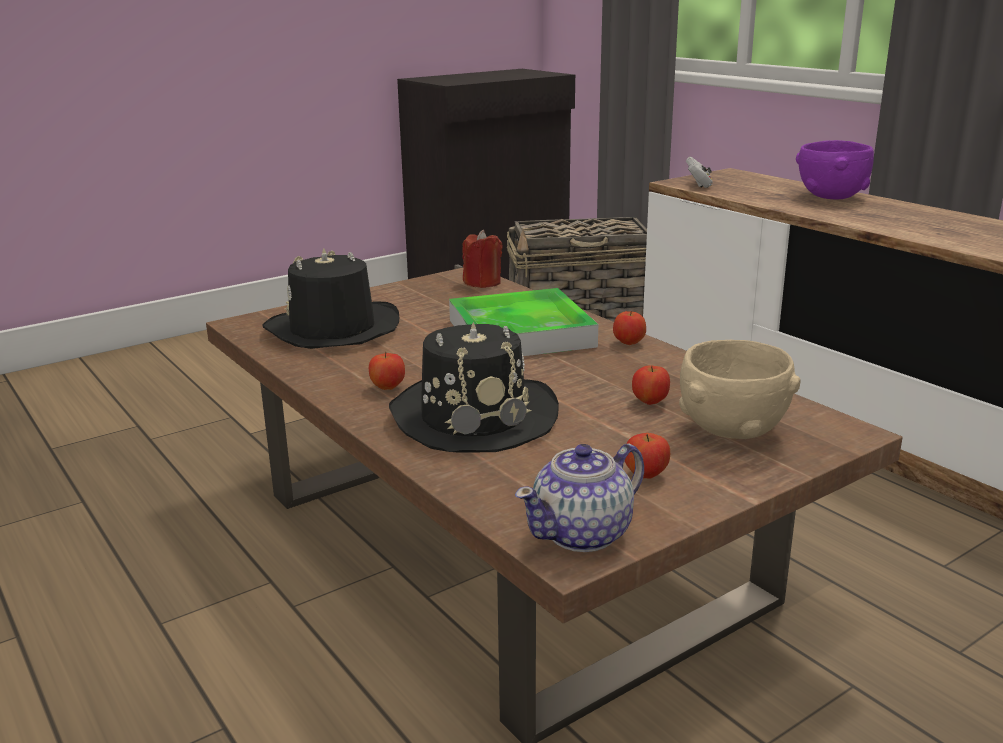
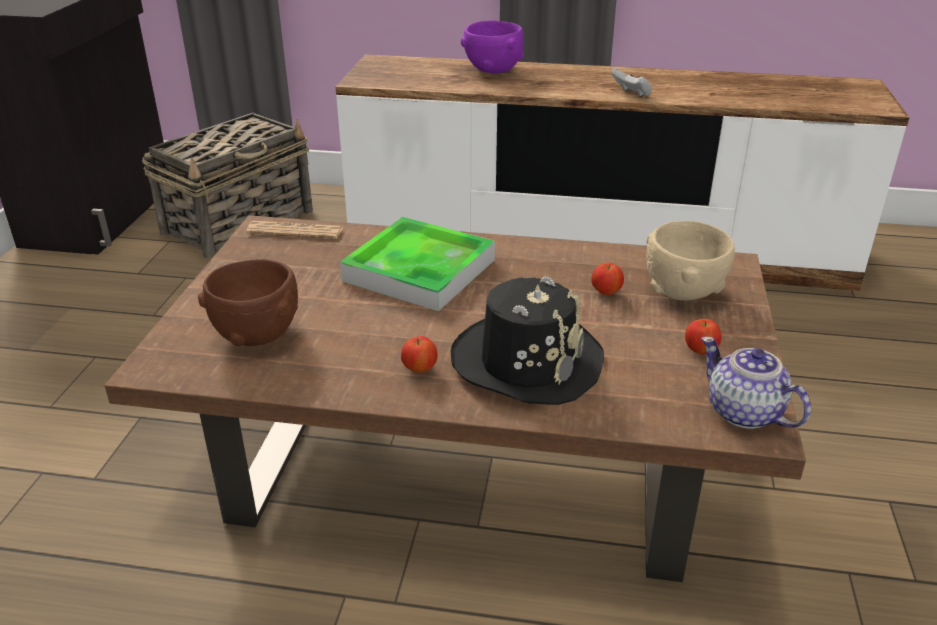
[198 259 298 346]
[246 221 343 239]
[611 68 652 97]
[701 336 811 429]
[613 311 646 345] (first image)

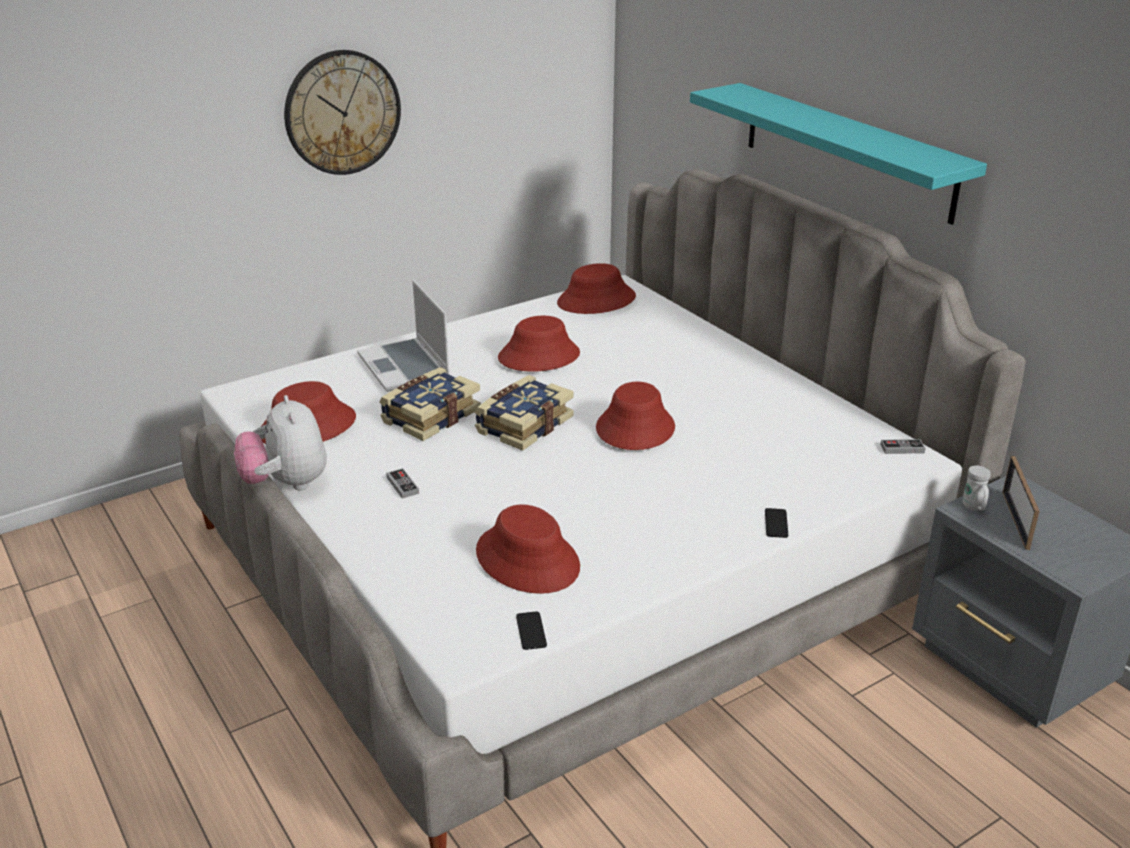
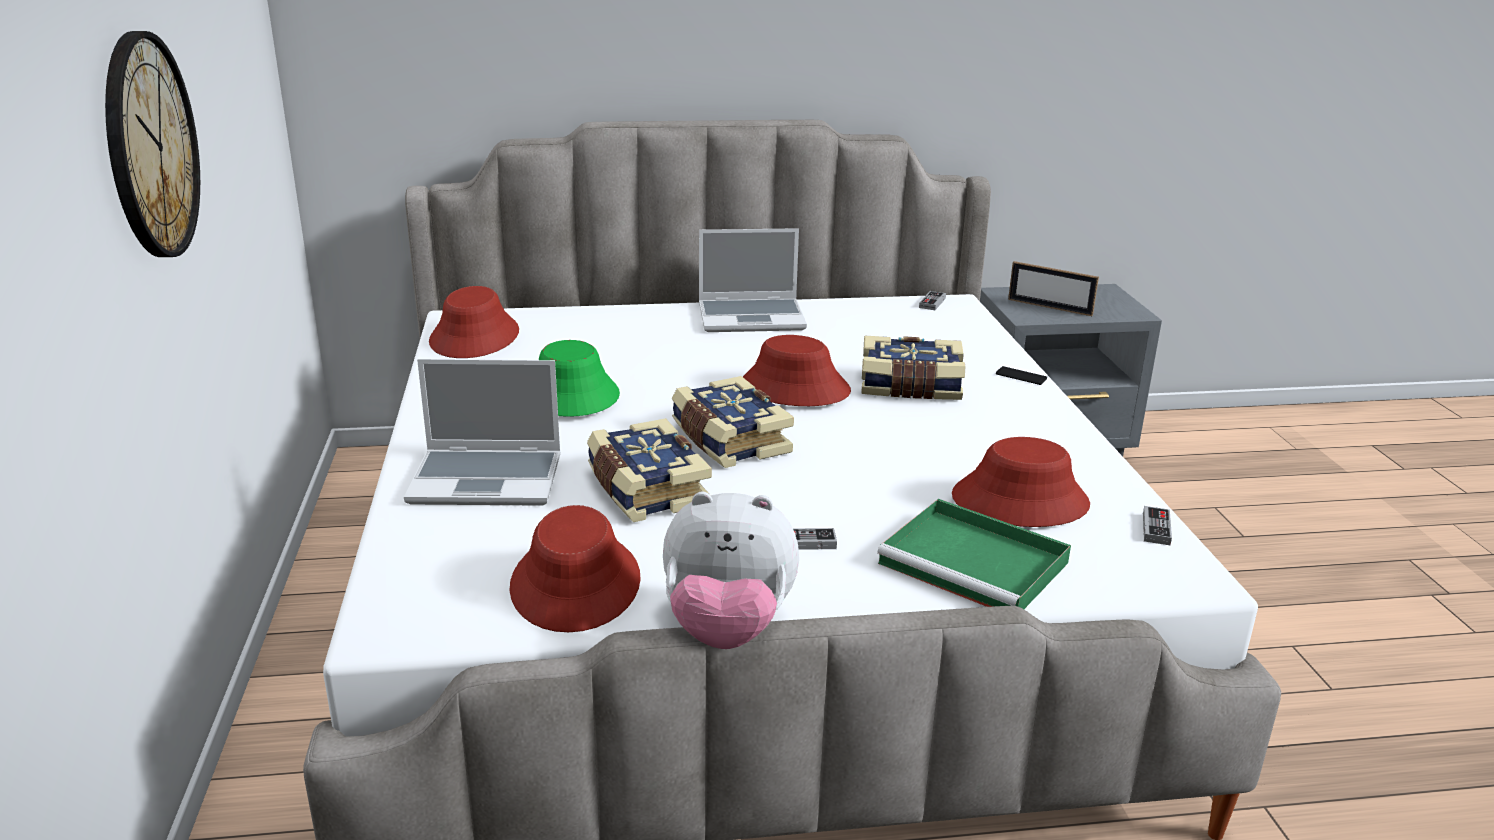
[539 340 620 417]
[699 228 807 332]
[861 336 965 400]
[877 499 1071 609]
[1143 506 1172 545]
[690 83 987 225] (first image)
[963 466 991 511] (first image)

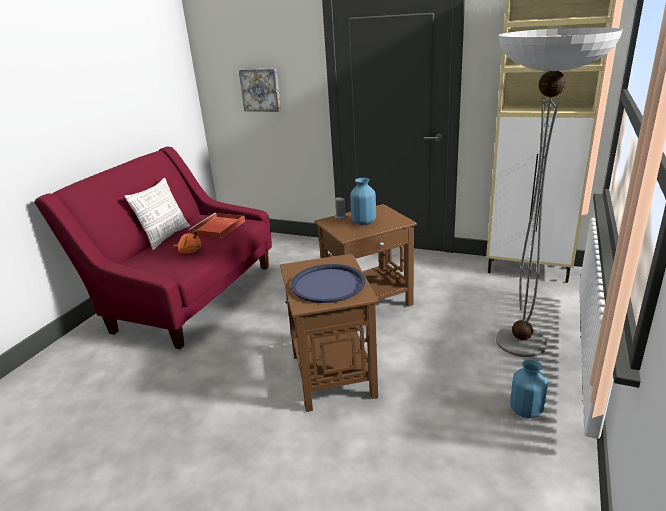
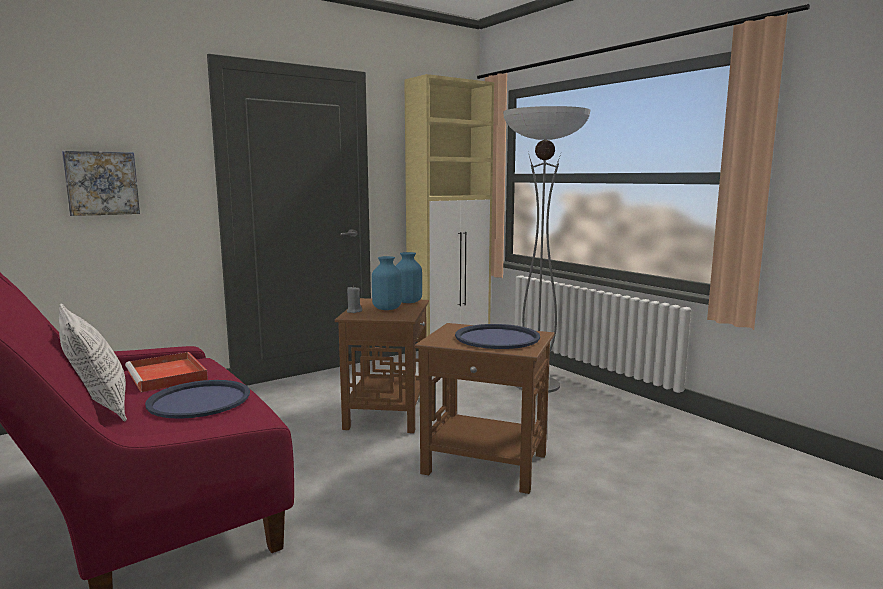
[145 380 250 419]
[396 252 422 303]

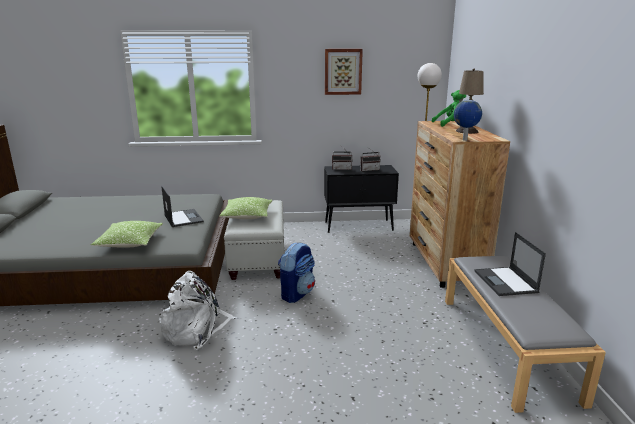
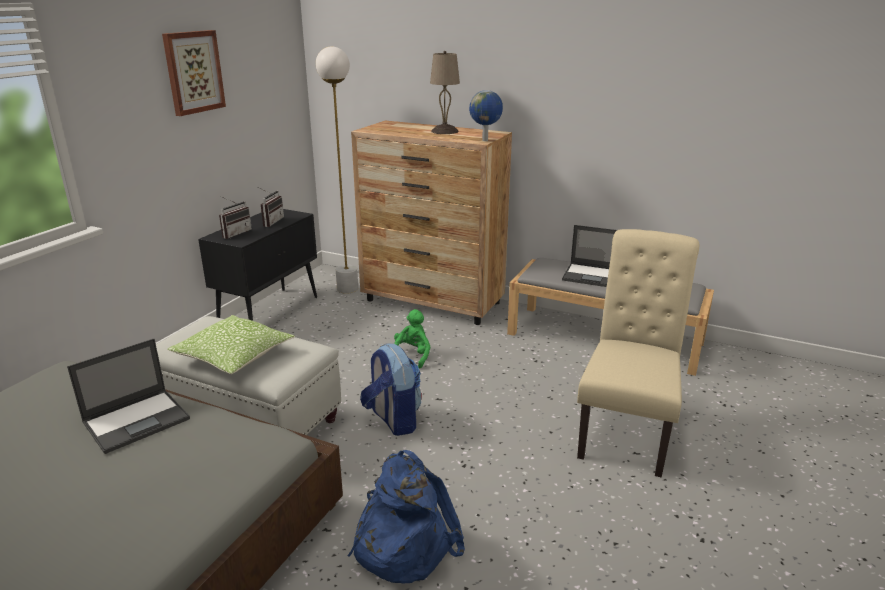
[67 339 190 454]
[347 450 465 583]
[394 309 430 369]
[577 229 699 478]
[91 221 163 248] (first image)

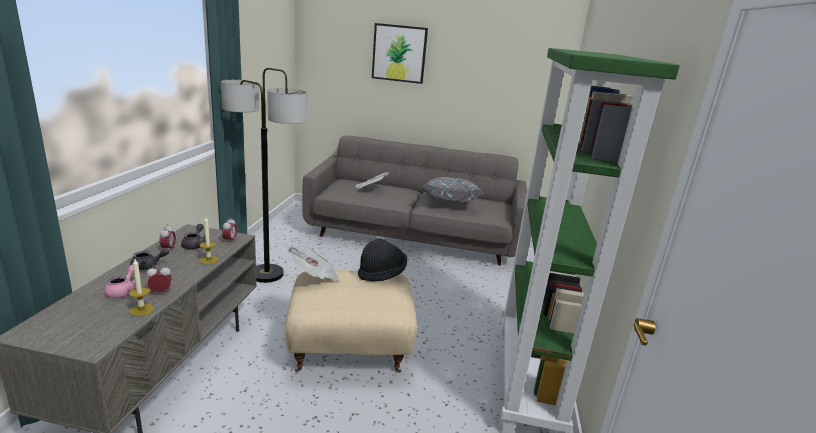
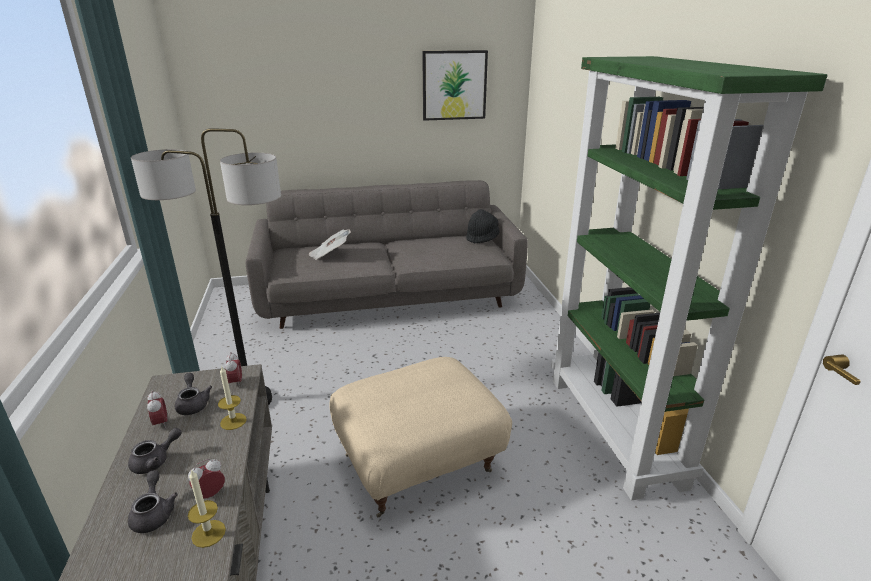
[128 470 178 533]
[422 50 488 121]
[466 209 499 244]
[287 246 340 281] (first image)
[422 177 484 203] (first image)

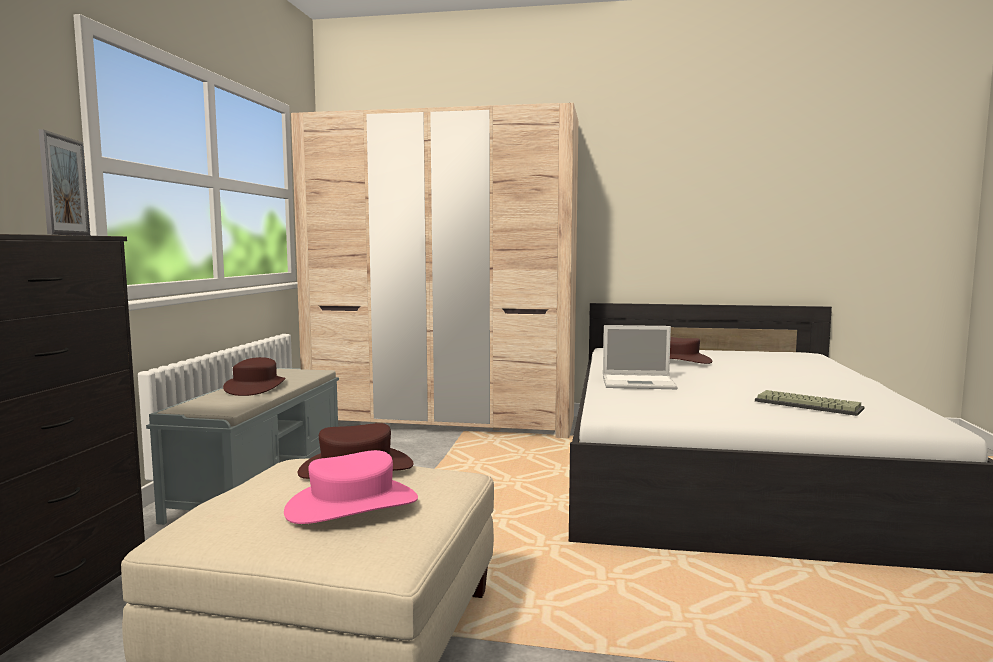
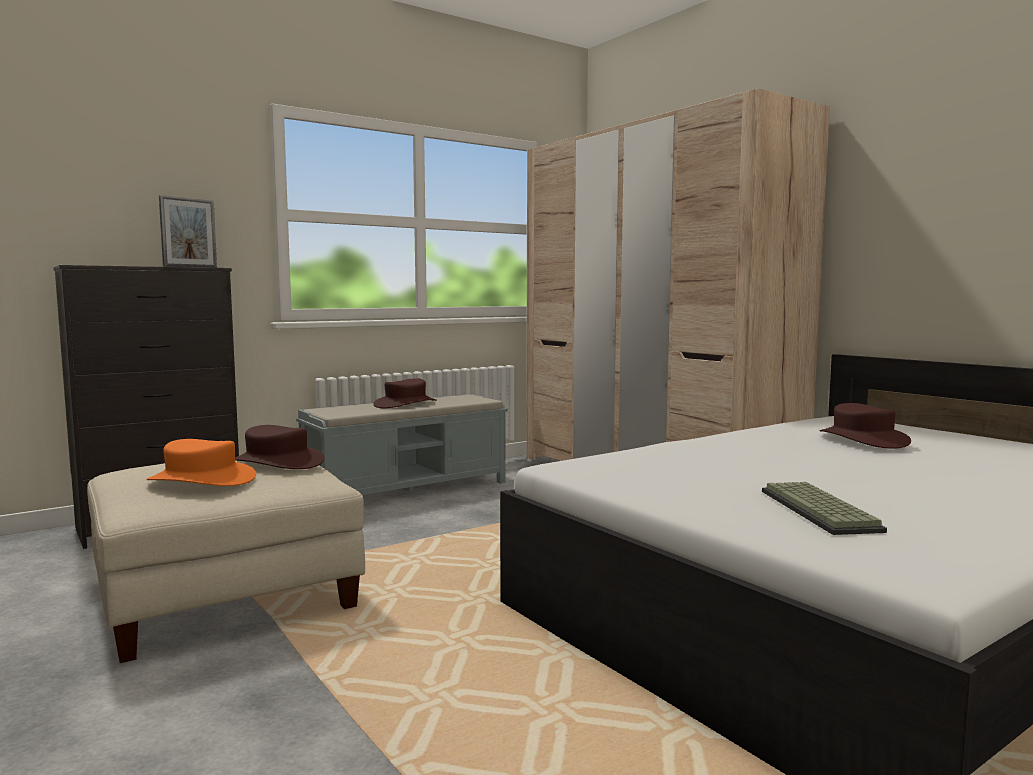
[147 439 256 486]
[603 325 678 389] (first image)

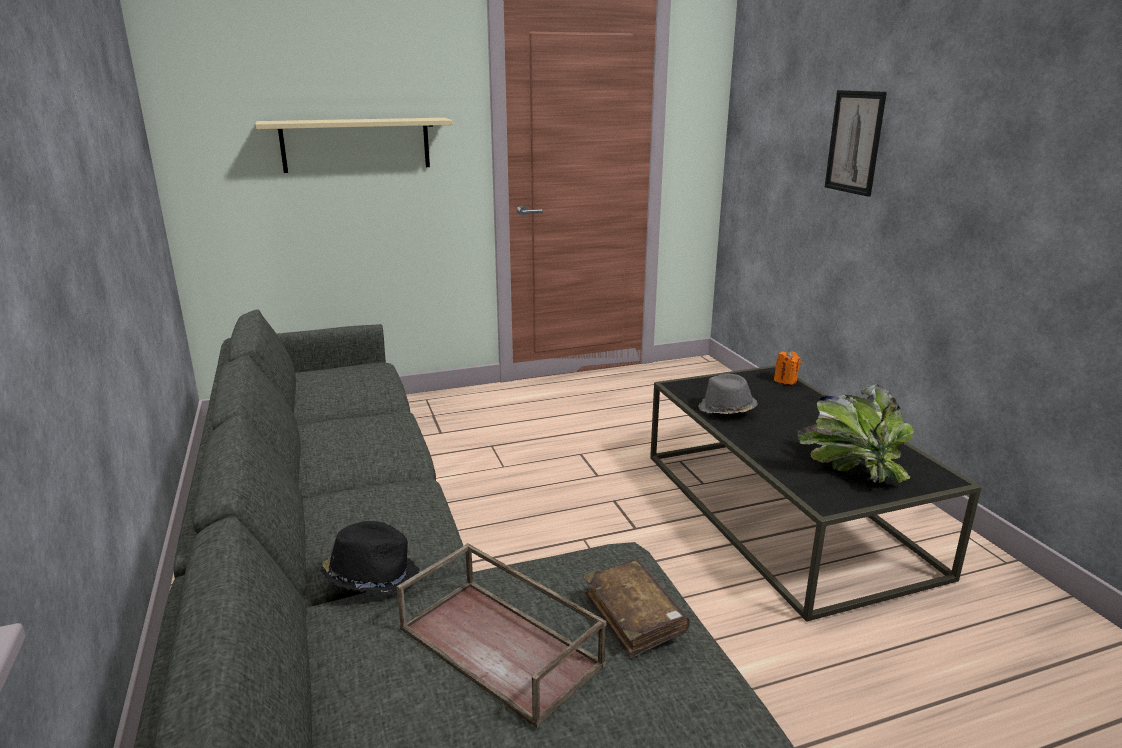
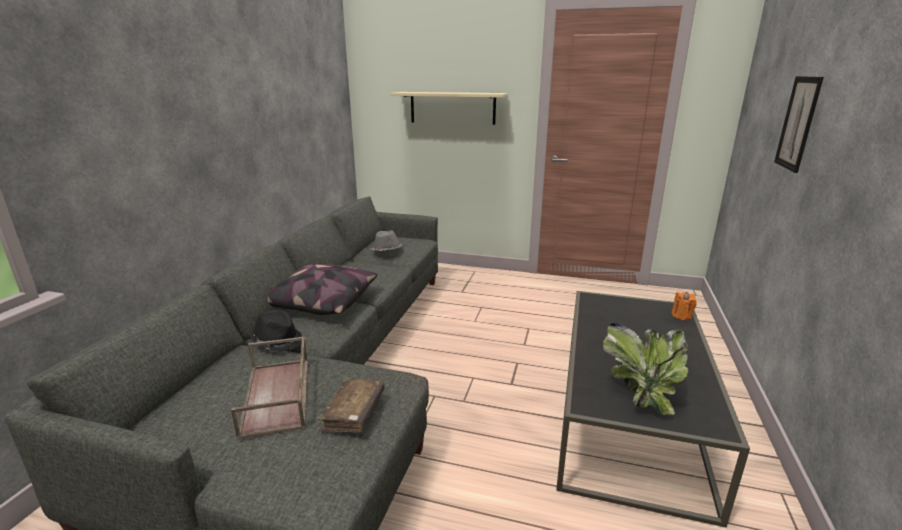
[268 263 377 315]
[371 230 403 251]

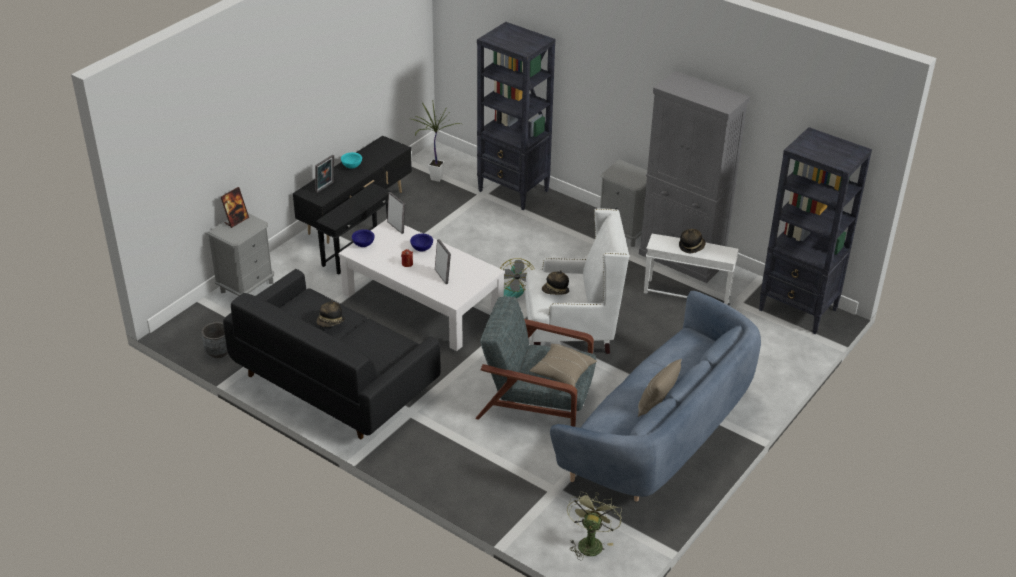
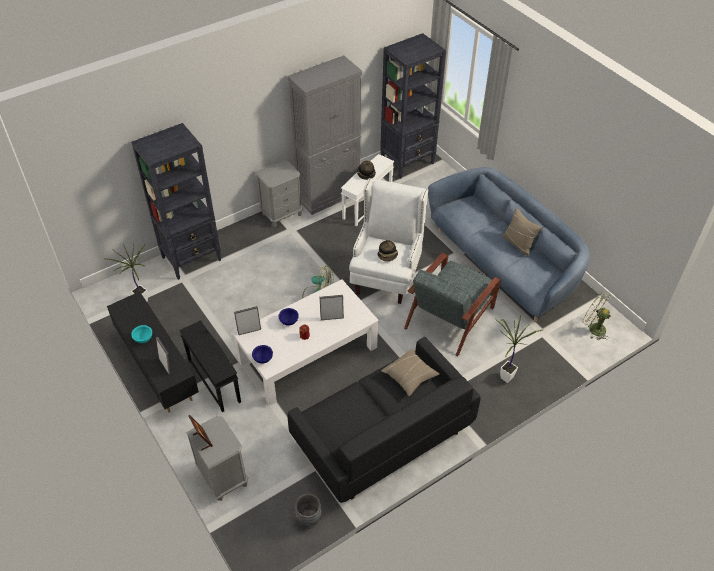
[381 349 440 396]
[496 316 544 383]
[317 300 344 327] (first image)

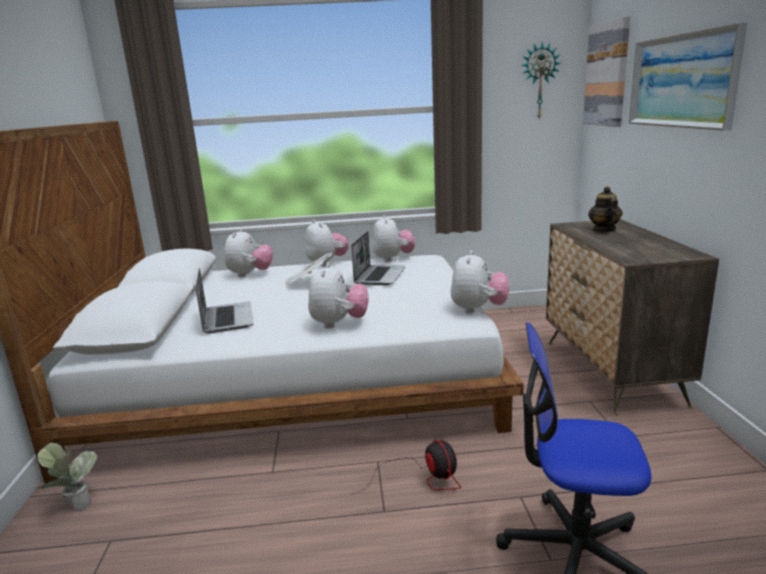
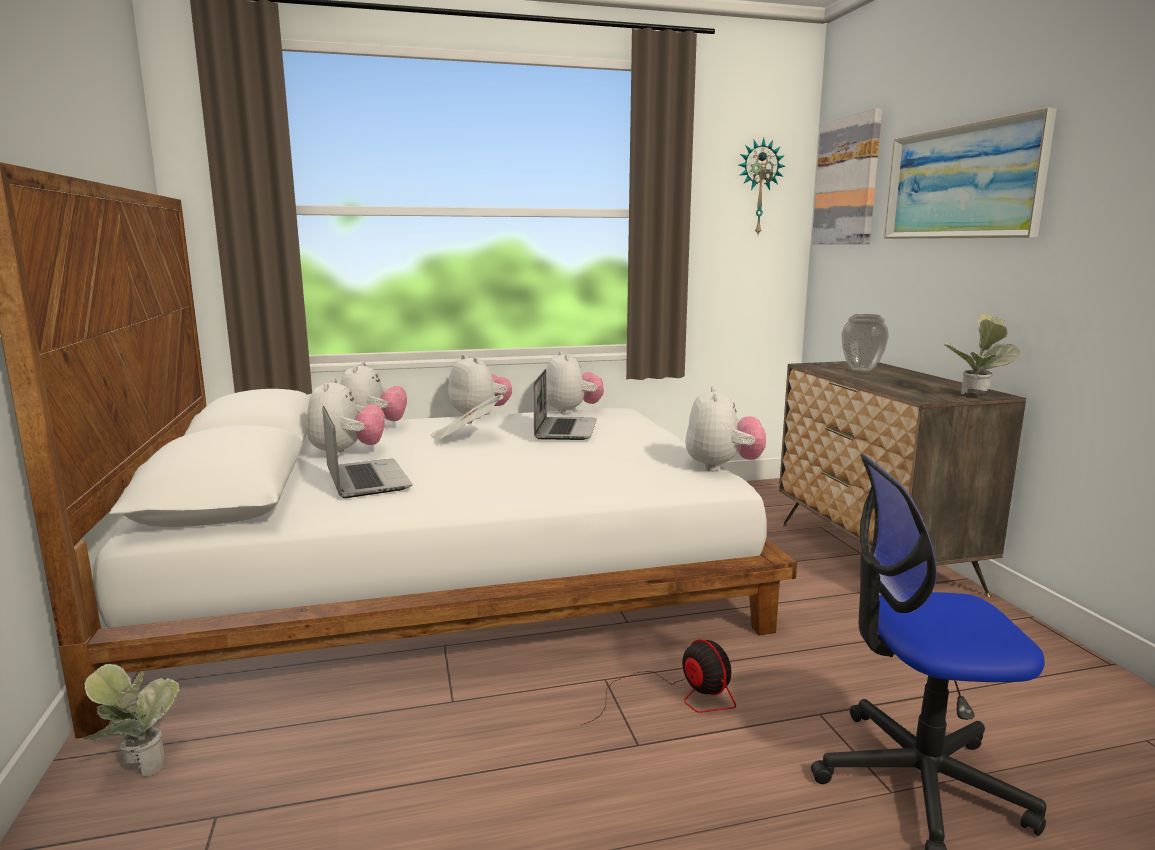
[307 377 385 457]
[841 314 889 372]
[944 314 1021 394]

